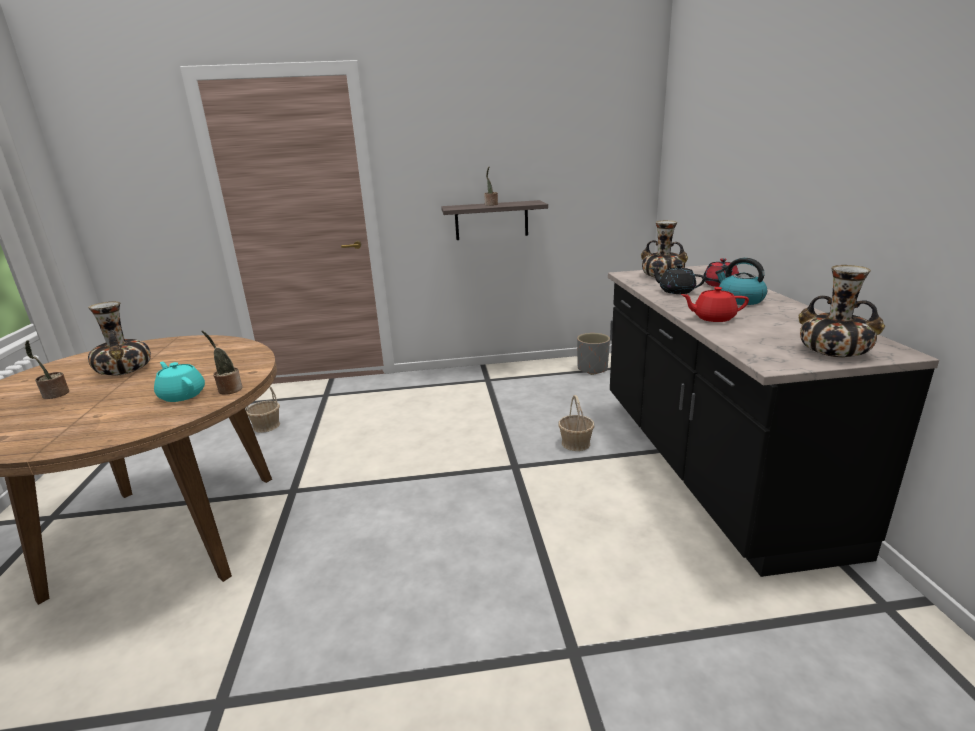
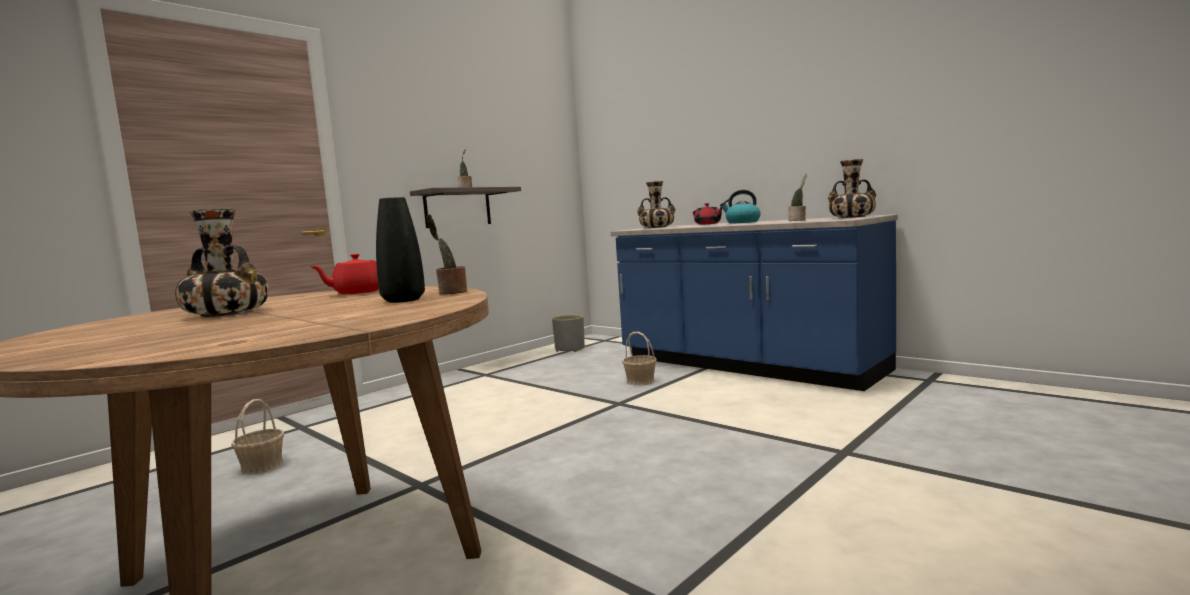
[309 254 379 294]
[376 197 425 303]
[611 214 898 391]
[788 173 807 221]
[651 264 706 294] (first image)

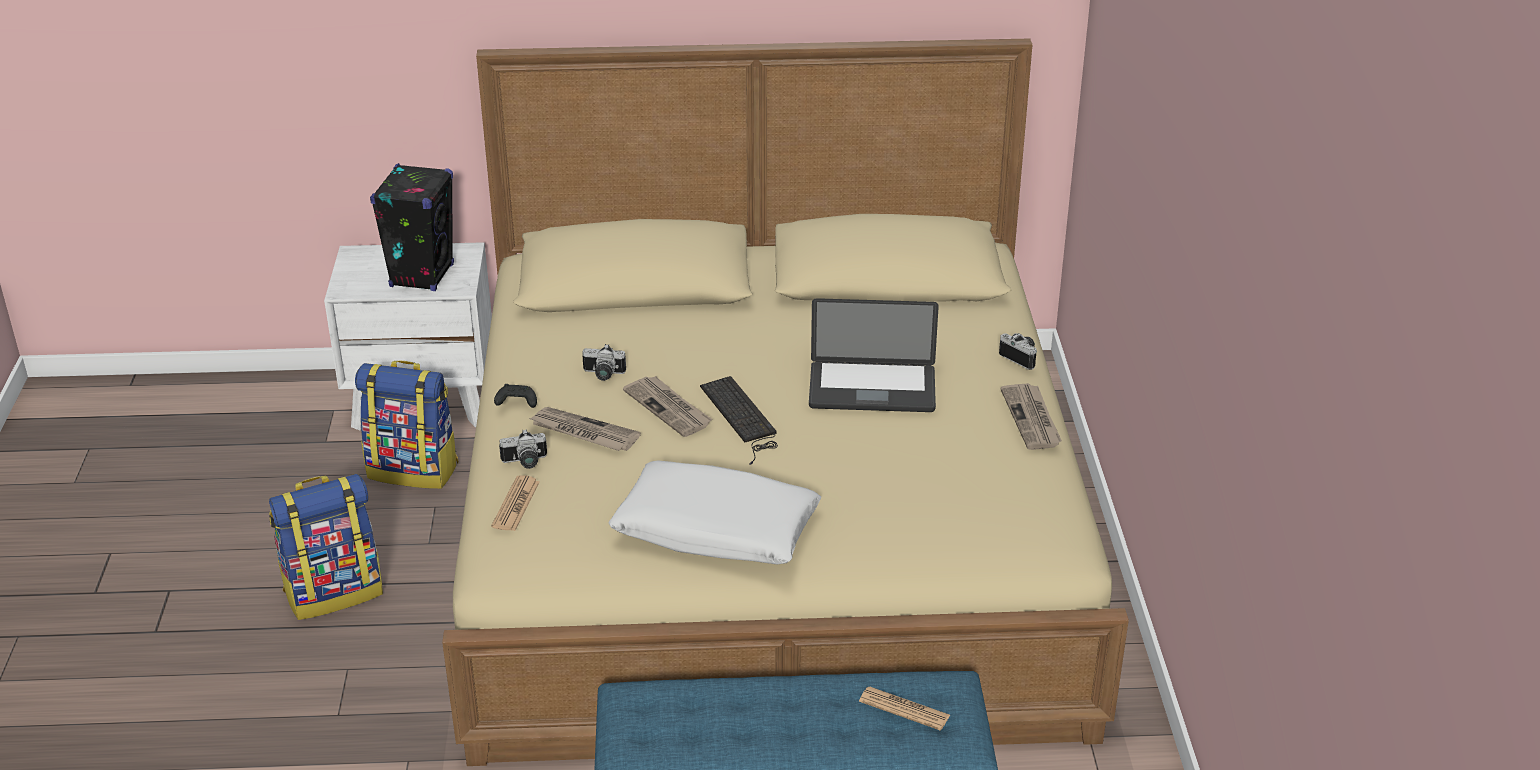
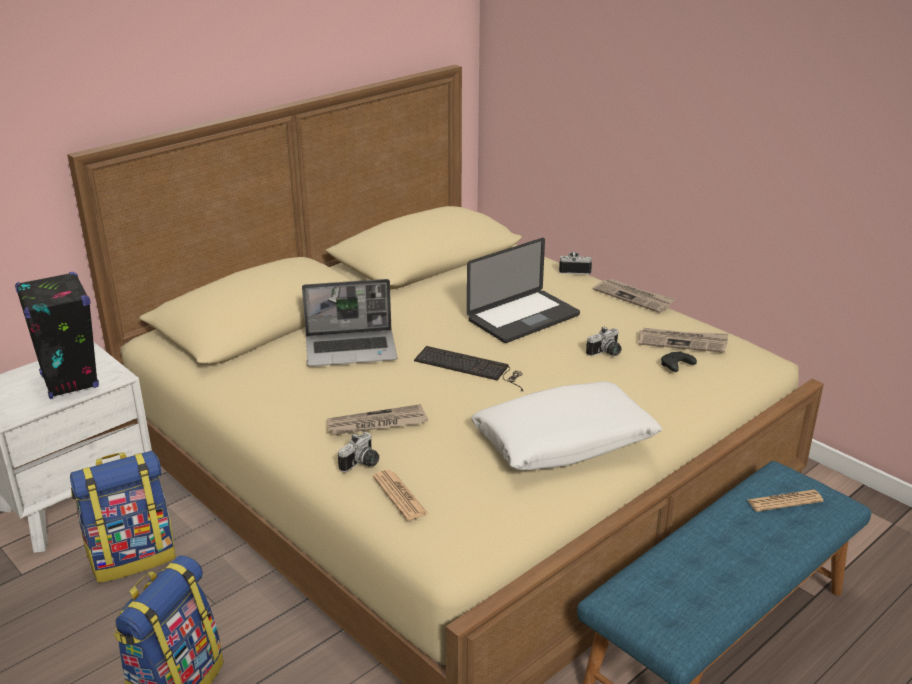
[302 279 397 366]
[586 326 622 356]
[638 328 728 353]
[661 351 697 372]

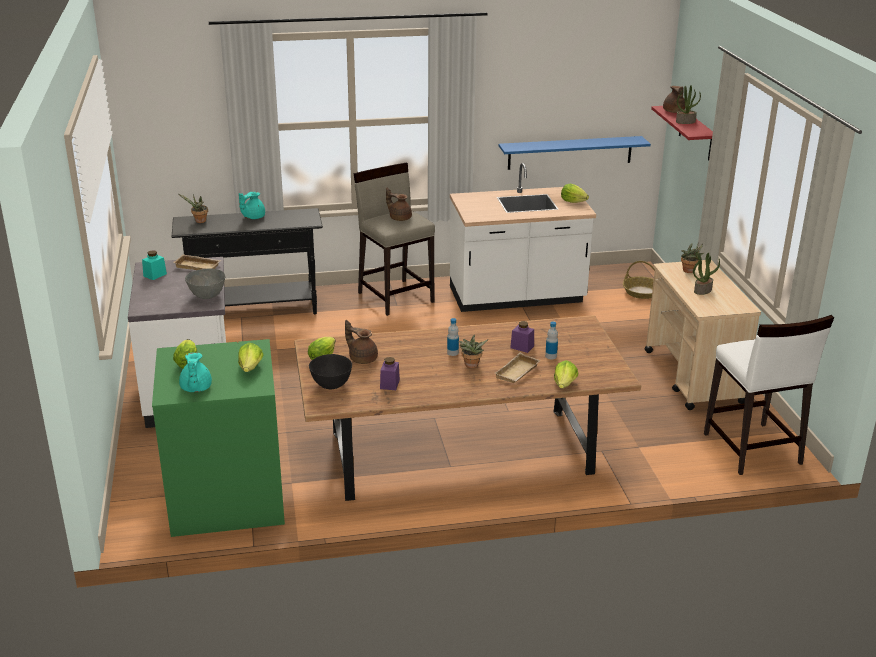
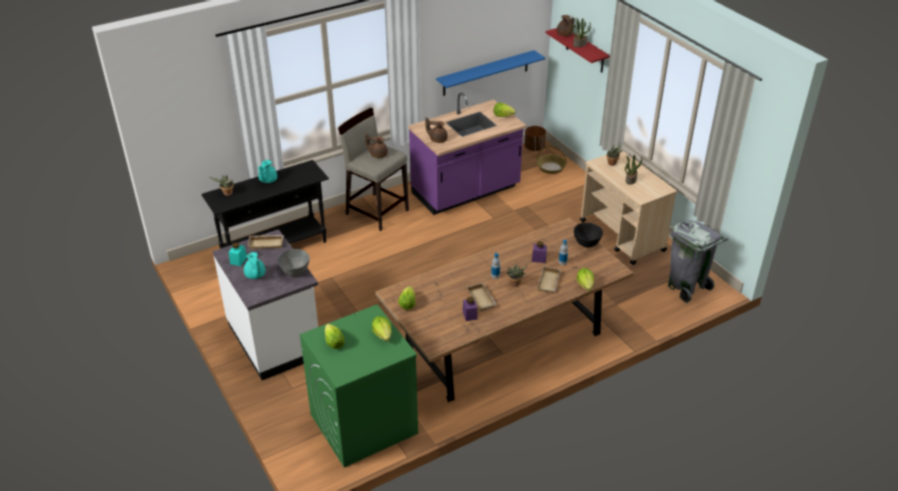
[244 252 265 279]
[408 93 526 215]
[425 118 448 143]
[467 283 497 311]
[524 126 546 151]
[574 223 603 248]
[668 220 728 303]

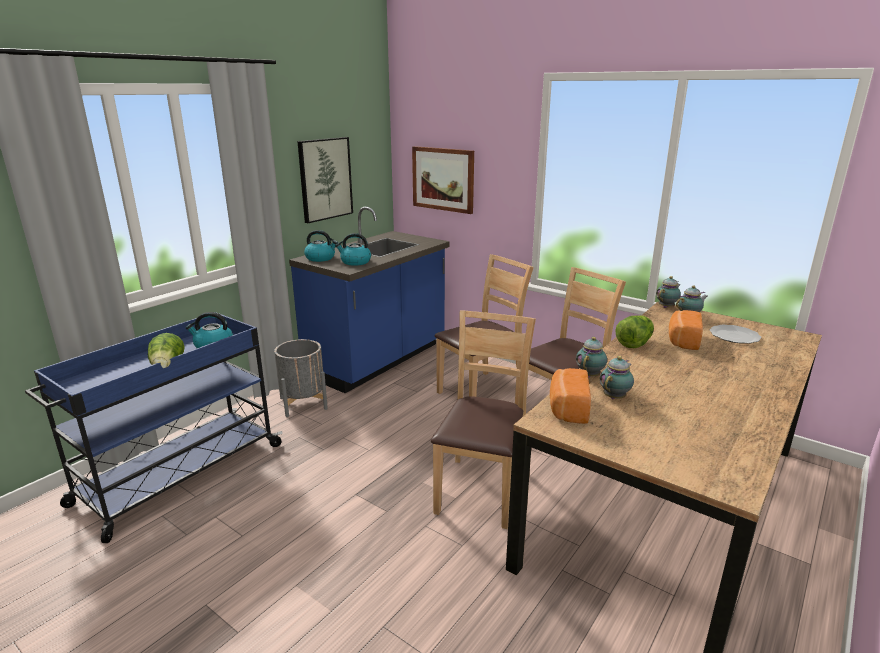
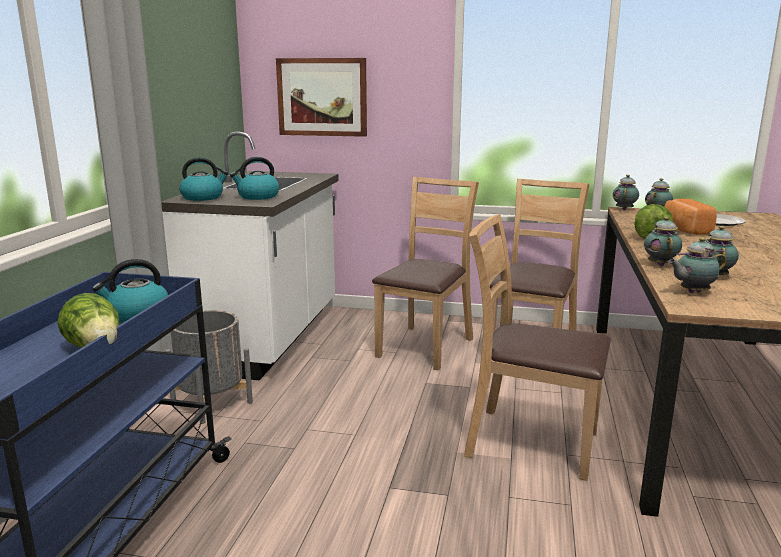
[161 132 339 381]
[464 214 611 481]
[668 237 727 293]
[297 137 353 223] (first image)

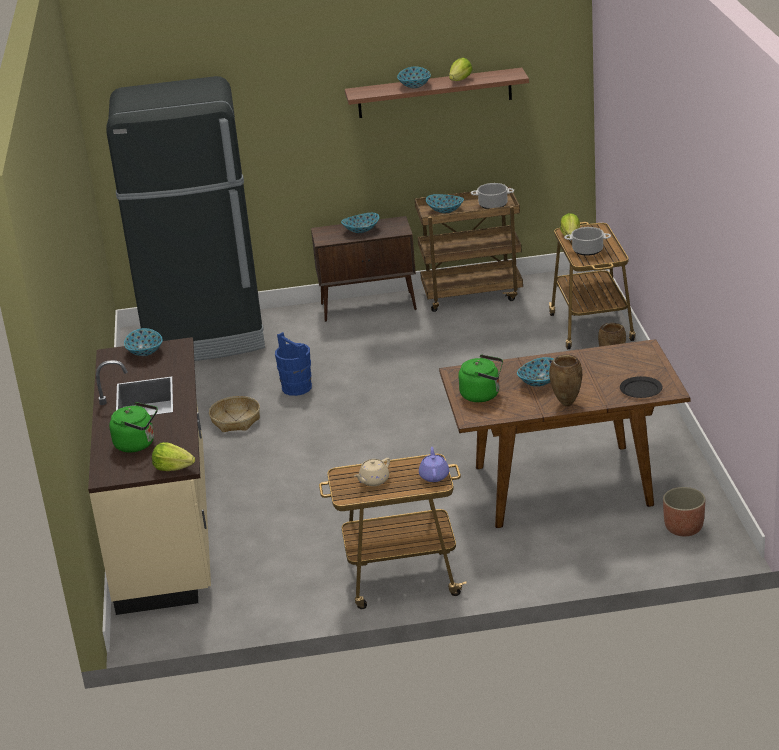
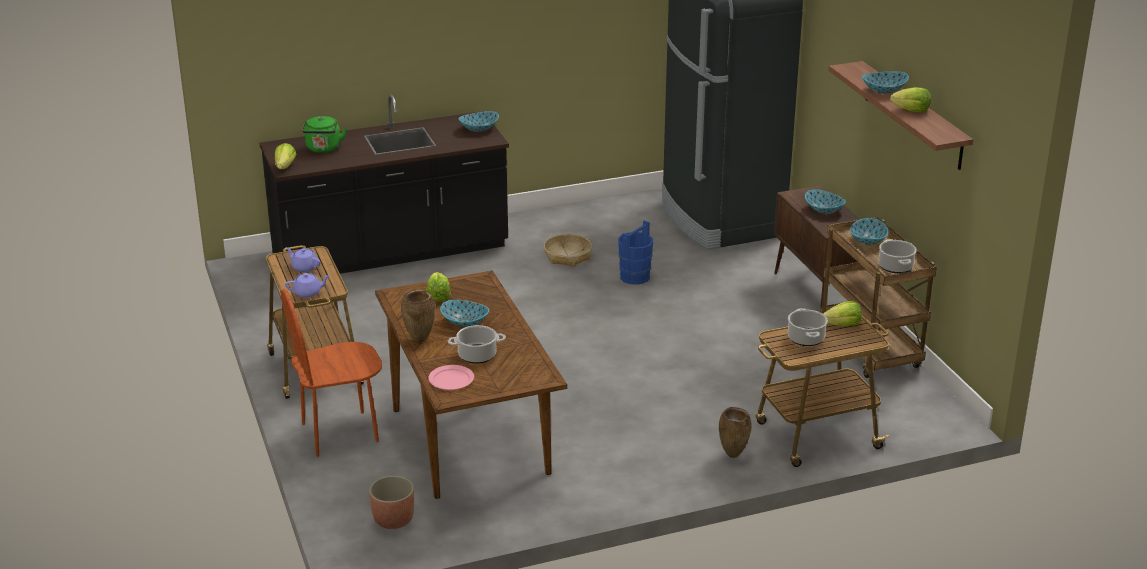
[260 94 509 281]
[281 289 382 457]
[286 247 320 272]
[426 272 451 302]
[428 365 474 390]
[448 325 506 364]

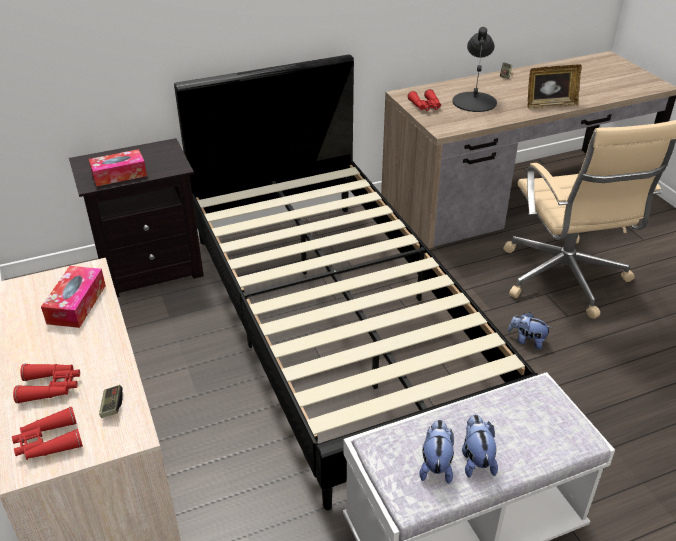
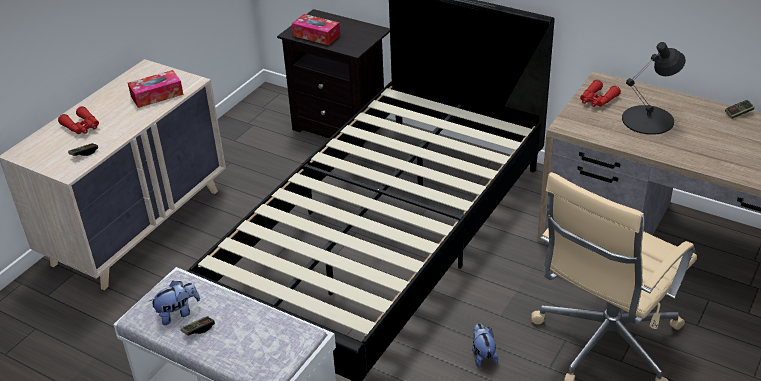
[181 316 215 336]
[12 407 83 460] (first image)
[528 64 582 109] (first image)

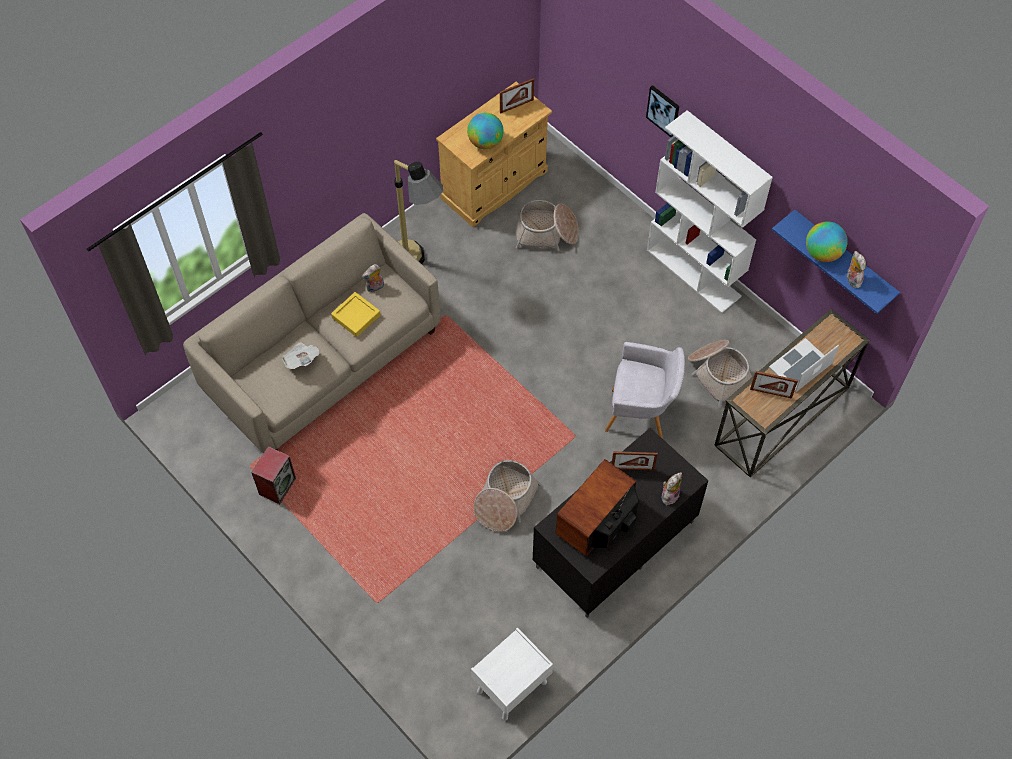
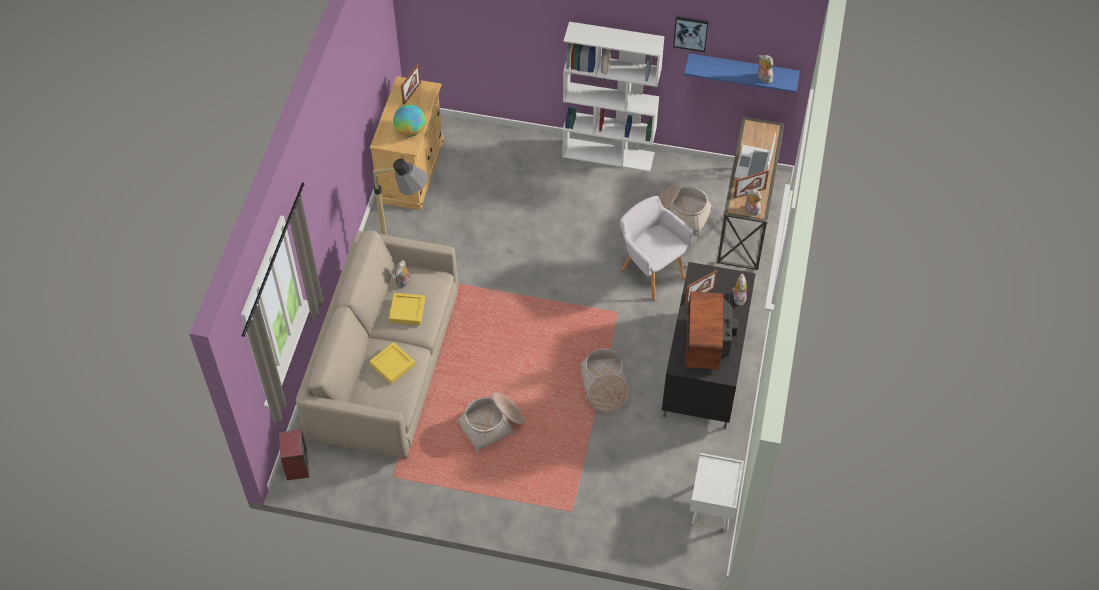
[279 429 309 480]
[369 342 415 384]
[456 392 524 454]
[620 196 693 301]
[673 16 709 52]
[745 189 762 216]
[806 221 848 262] (first image)

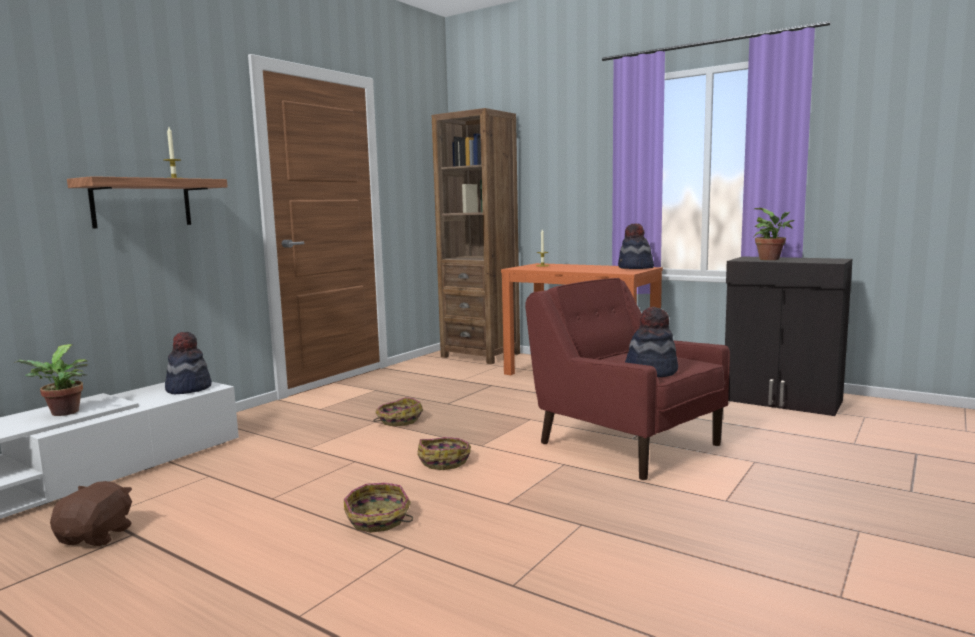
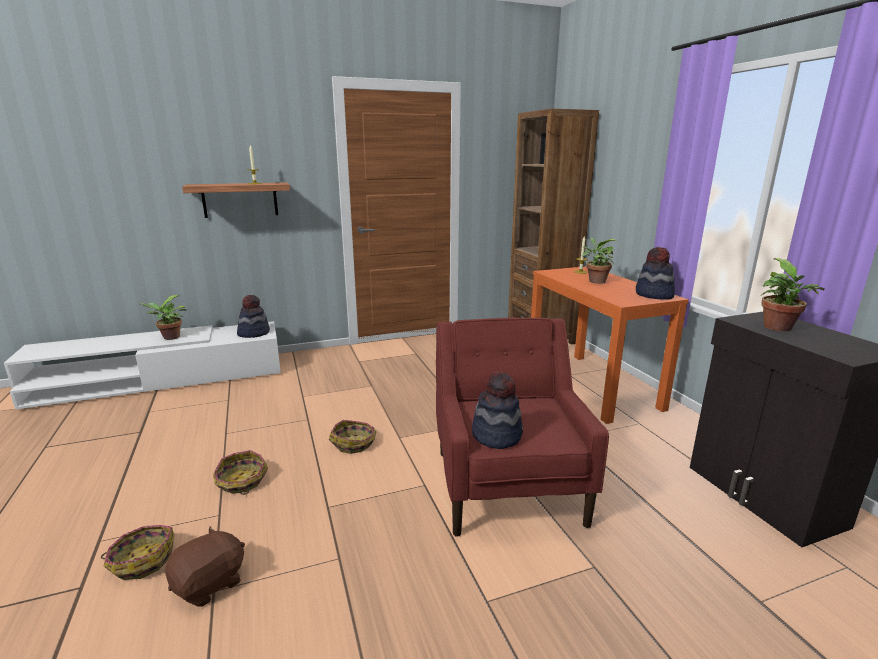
[101 525 174 580]
[165 526 245 606]
[582 238 617 284]

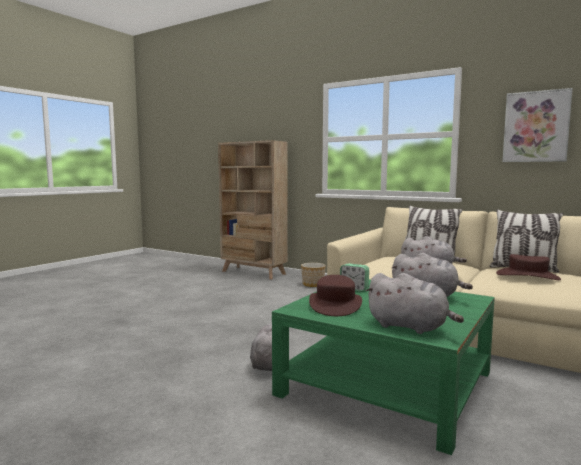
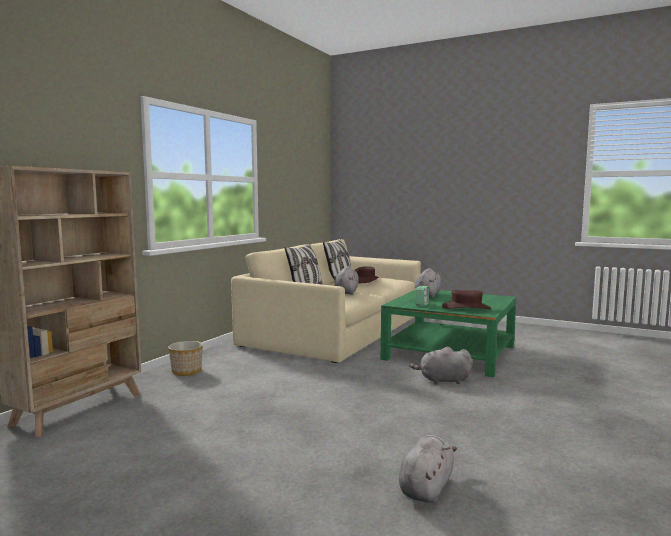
[399 435 457 503]
[502 88 573 162] (first image)

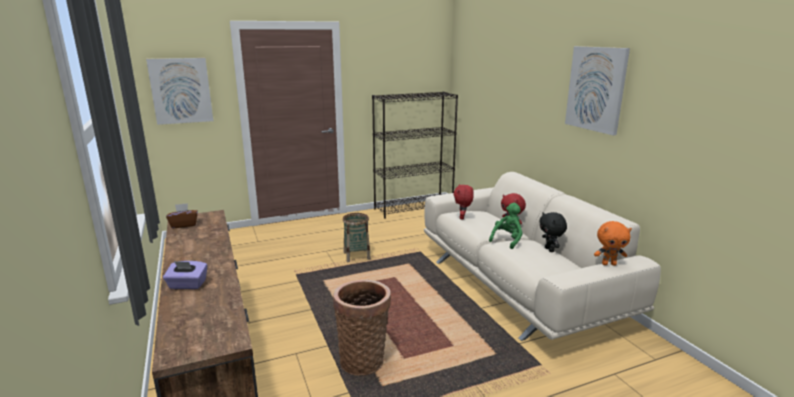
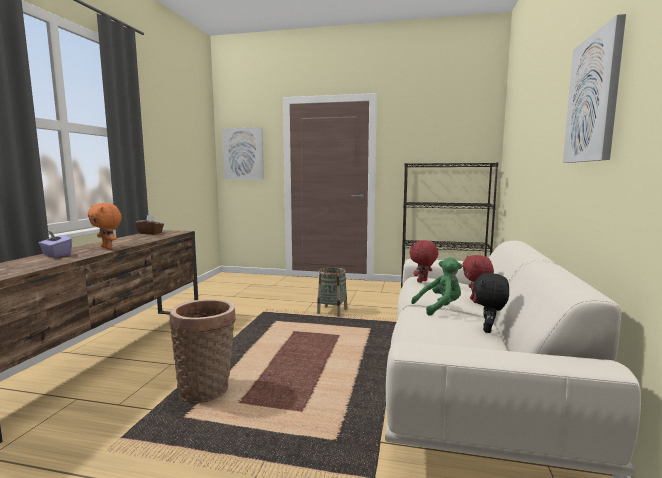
[88 203 122 249]

